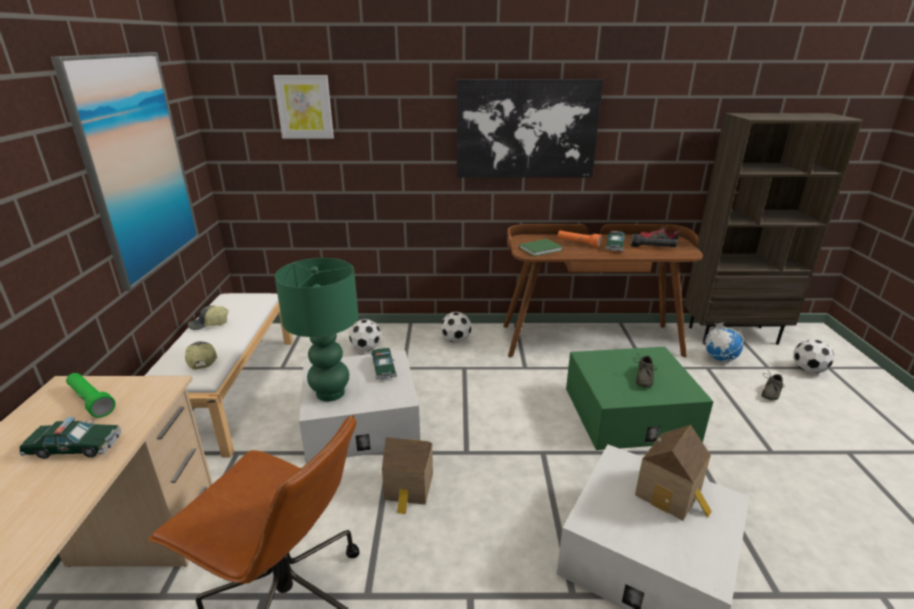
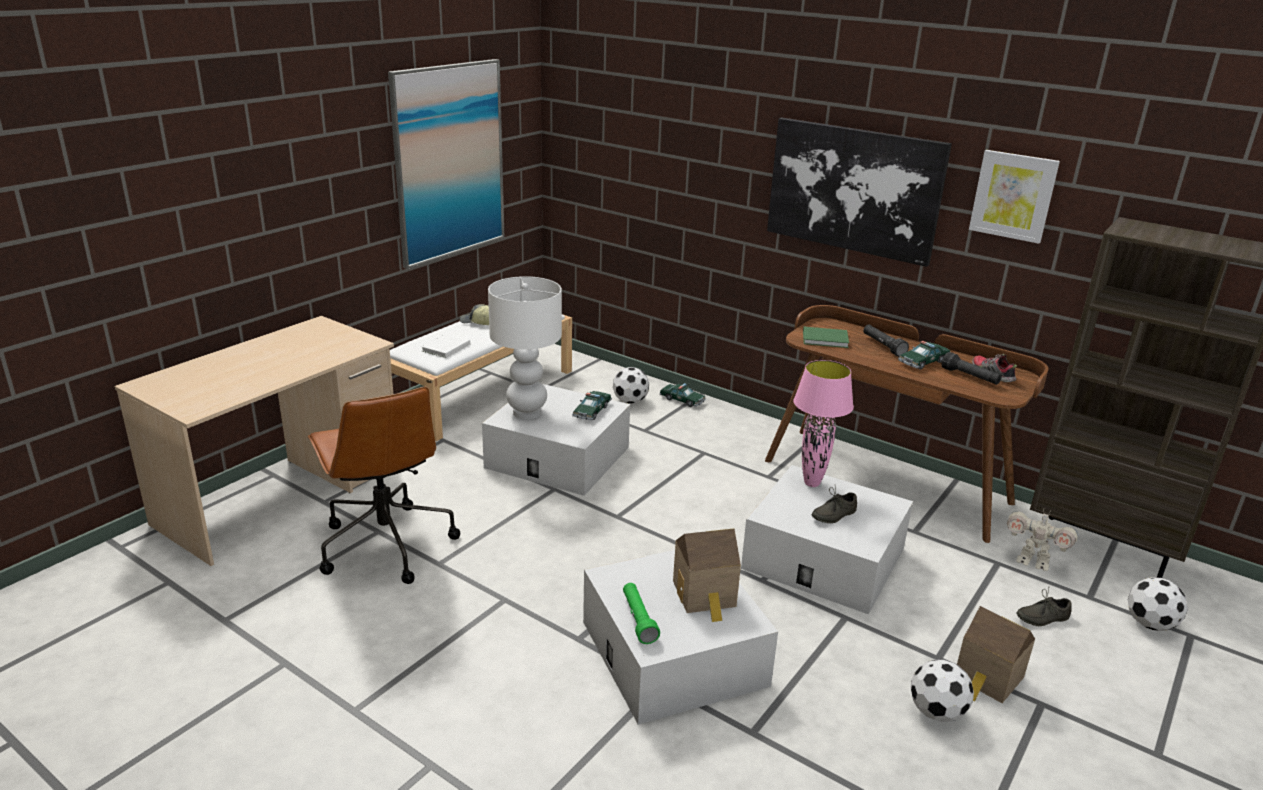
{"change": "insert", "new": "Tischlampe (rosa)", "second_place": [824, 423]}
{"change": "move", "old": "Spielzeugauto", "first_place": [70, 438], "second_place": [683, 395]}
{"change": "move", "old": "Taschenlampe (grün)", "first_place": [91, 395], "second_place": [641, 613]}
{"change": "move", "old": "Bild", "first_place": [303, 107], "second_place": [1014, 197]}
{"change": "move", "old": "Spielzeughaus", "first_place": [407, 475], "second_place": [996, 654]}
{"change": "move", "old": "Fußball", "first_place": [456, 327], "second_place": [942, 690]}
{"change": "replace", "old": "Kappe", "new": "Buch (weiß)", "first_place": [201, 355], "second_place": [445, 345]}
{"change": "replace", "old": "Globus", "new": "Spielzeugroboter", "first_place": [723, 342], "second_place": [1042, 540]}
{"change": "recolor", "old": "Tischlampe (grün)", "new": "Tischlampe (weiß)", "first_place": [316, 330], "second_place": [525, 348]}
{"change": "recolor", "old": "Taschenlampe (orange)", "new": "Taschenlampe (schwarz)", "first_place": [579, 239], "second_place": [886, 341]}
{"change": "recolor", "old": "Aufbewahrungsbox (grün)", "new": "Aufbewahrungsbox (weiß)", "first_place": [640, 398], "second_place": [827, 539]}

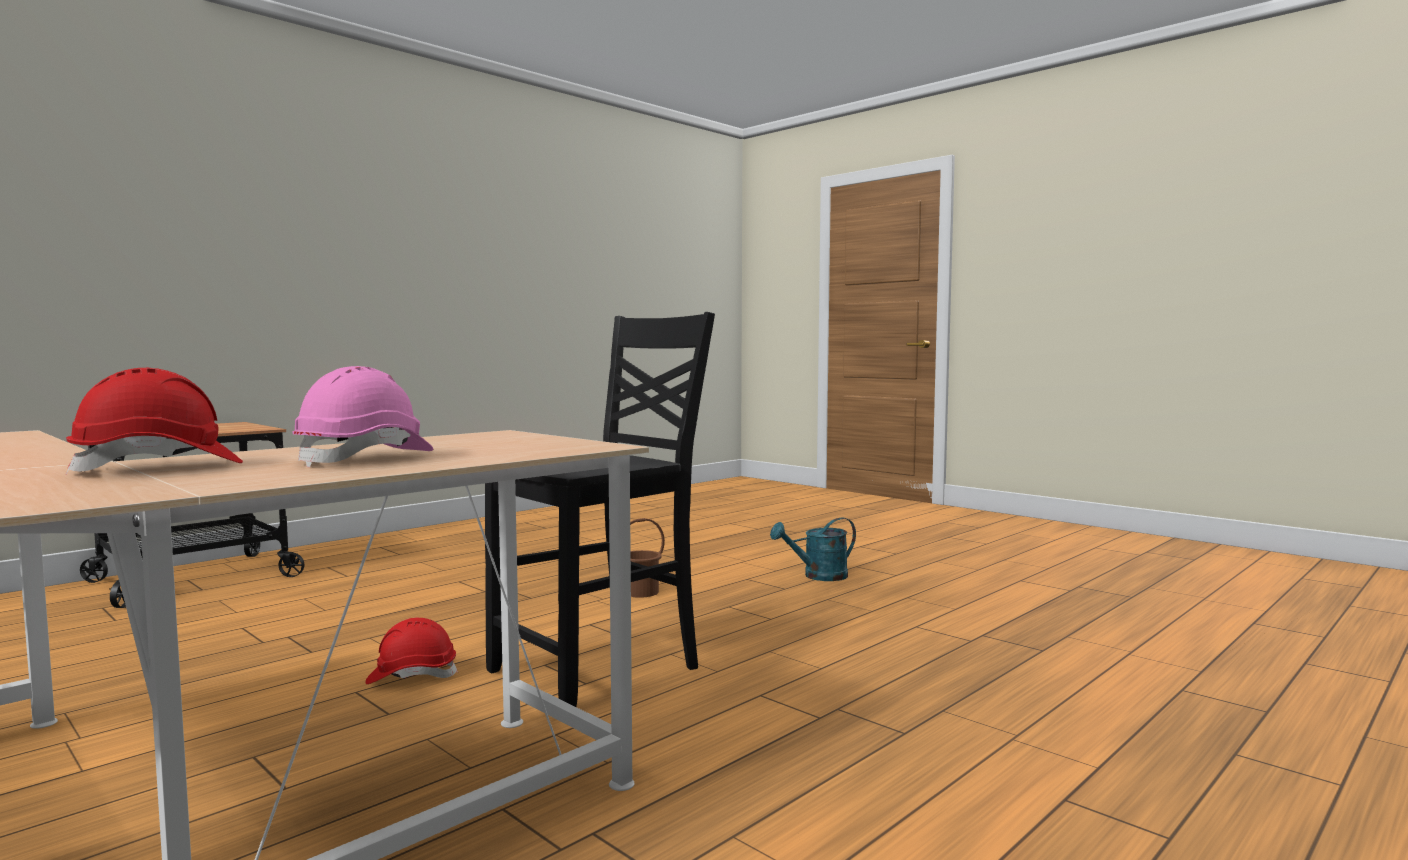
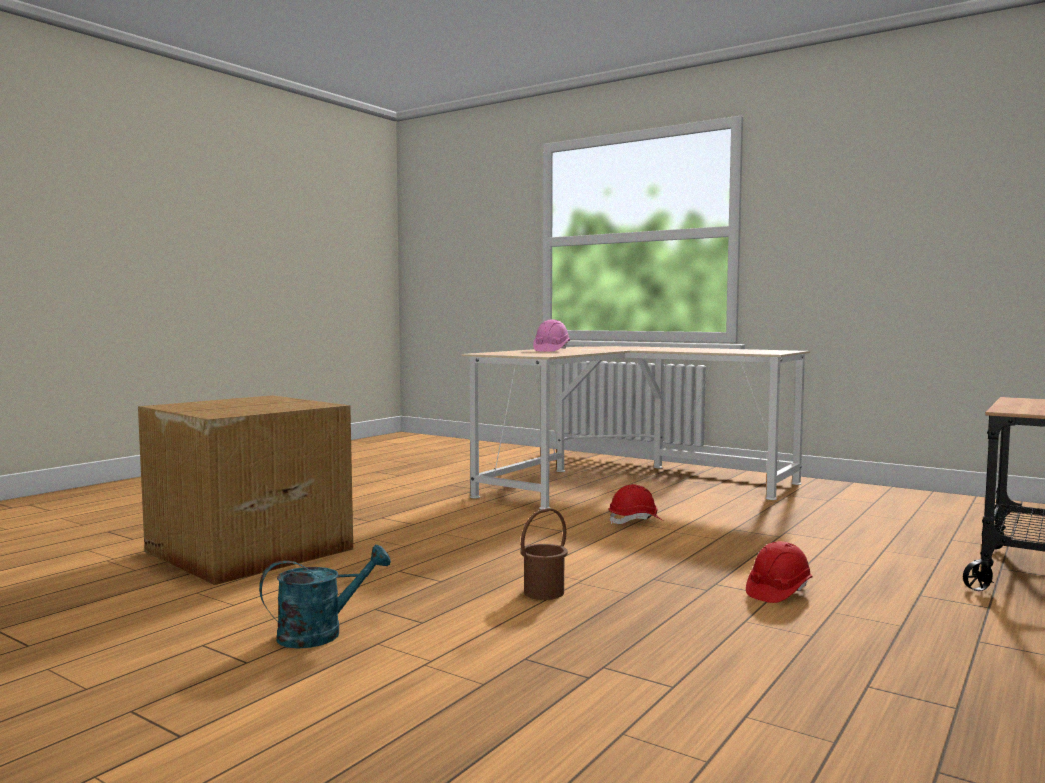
{"change": "delete", "old": "Stuhl (schwarz)", "first_place": [600, 509]}
{"change": "insert", "new": "Karton", "second_place": [245, 490]}
{"change": "move", "old": "Schutzhelm (rot)", "first_place": [154, 421], "second_place": [779, 572]}

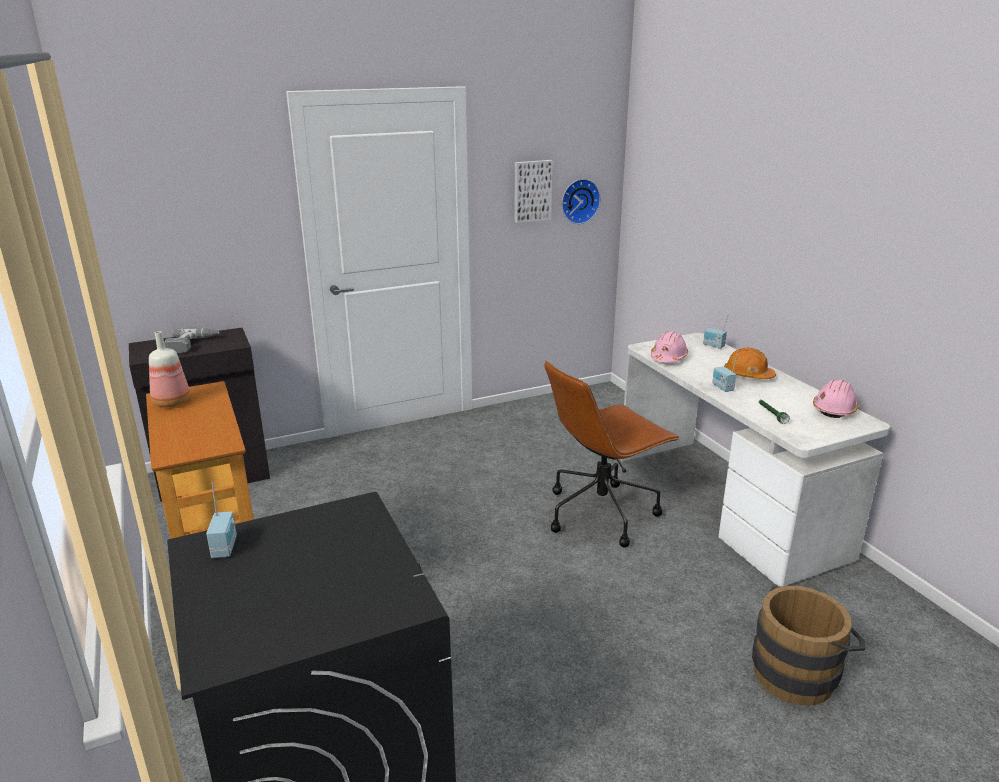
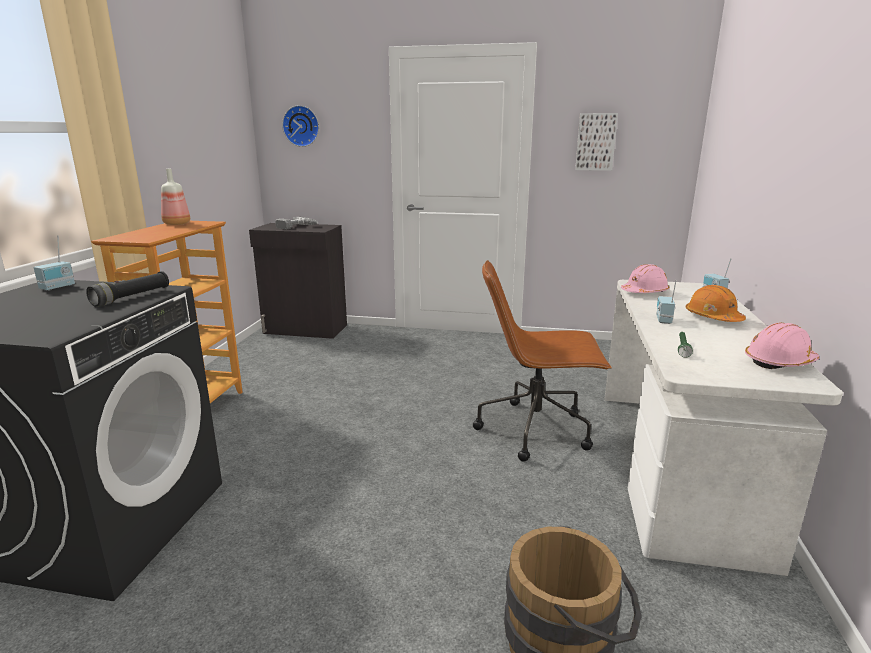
{"change": "insert", "new": "Taschenlampe (schwarz)", "second_place": [127, 288]}
{"change": "move", "old": "Wanduhr", "first_place": [581, 201], "second_place": [300, 126]}

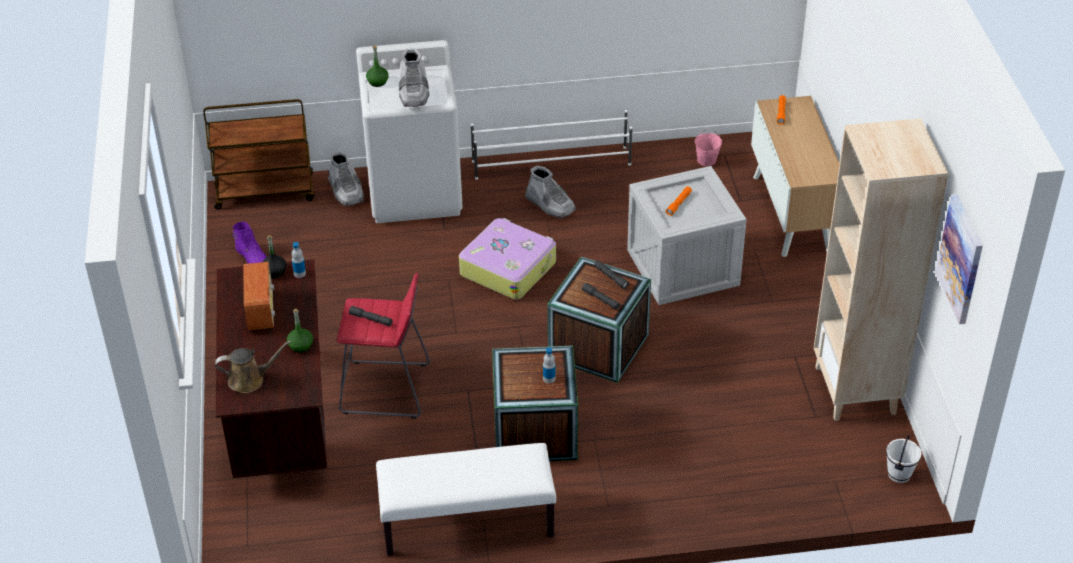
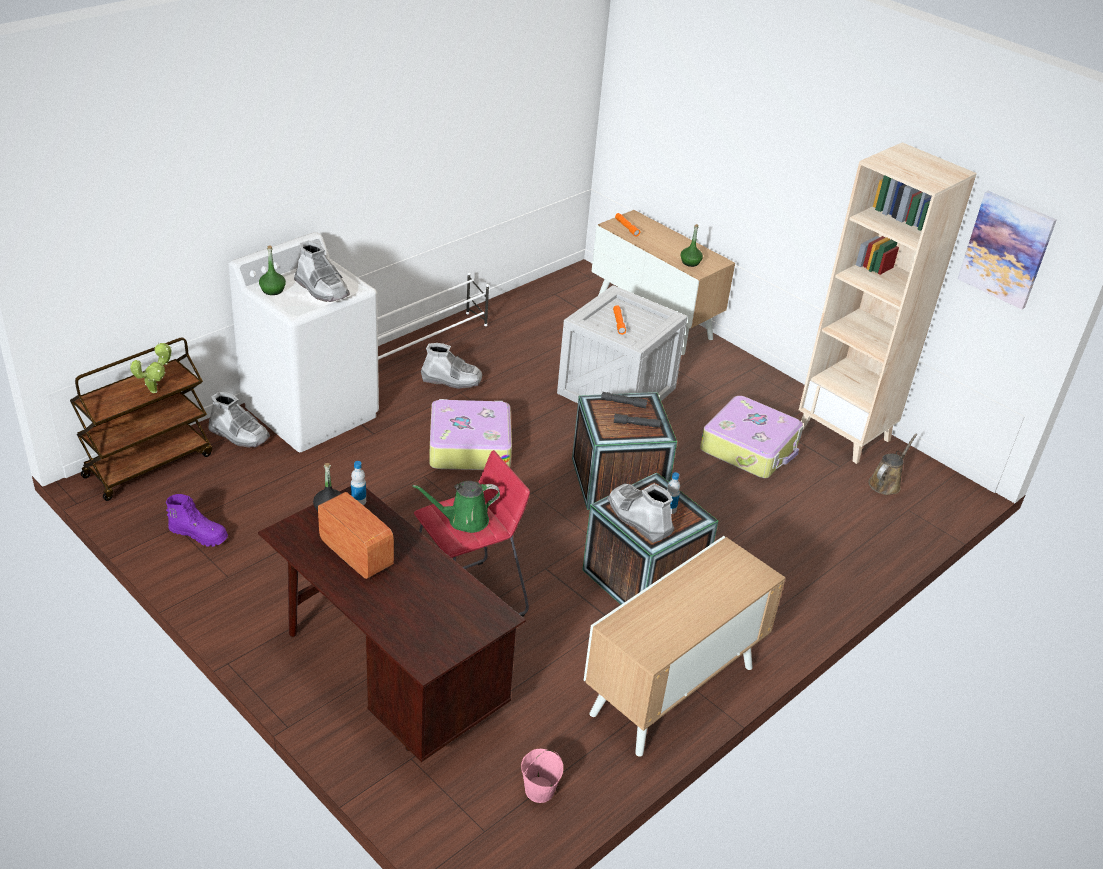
{"change": "delete", "old": "Eimer (weiß)", "first_place": [904, 459]}
{"change": "insert", "new": "Topfpflanze", "second_place": [151, 367]}
{"change": "insert", "new": "Stiefel (grau)", "second_place": [640, 513]}
{"change": "insert", "new": "Koffer", "second_place": [752, 437]}
{"change": "move", "old": "Gießkanne (braun)", "first_place": [253, 367], "second_place": [892, 464]}
{"change": "move", "old": "Flasche (grün)", "first_place": [300, 331], "second_place": [692, 245]}
{"change": "move", "old": "Eimer (rosa)", "first_place": [708, 147], "second_place": [542, 776]}
{"change": "replace", "old": "Taschenlampe (grau)", "new": "Gießkanne (grün)", "first_place": [371, 316], "second_place": [456, 507]}
{"change": "replace", "old": "Bank (weiß)", "new": "Schrank", "first_place": [466, 499], "second_place": [685, 646]}

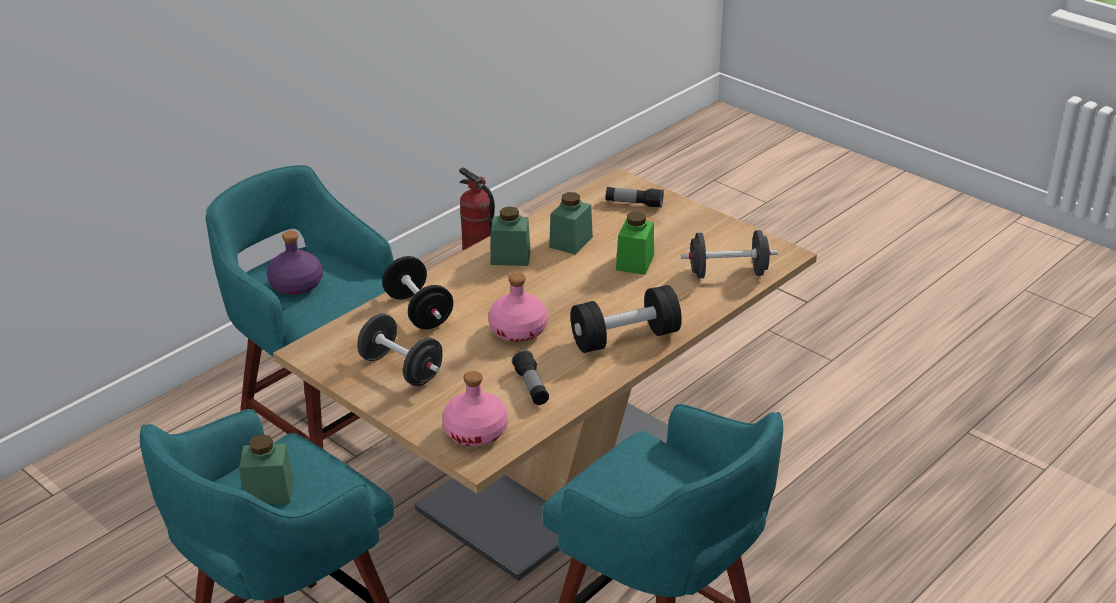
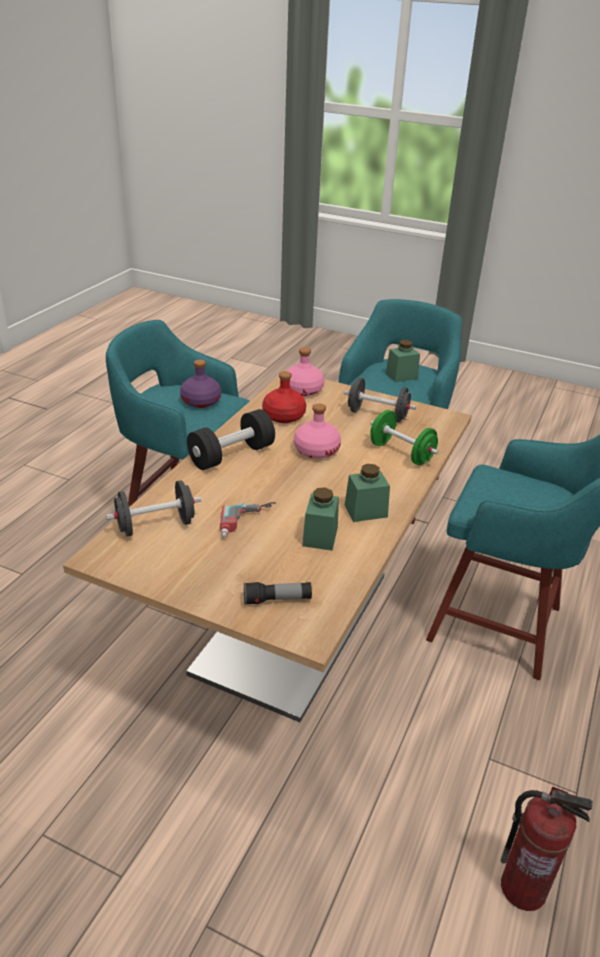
{"change": "move", "old": "Flasche (lila)", "first_place": [295, 262], "second_place": [200, 383]}
{"change": "replace", "old": "Taschenlampe", "new": "Flasche (rot)", "first_place": [530, 377], "second_place": [284, 397]}
{"change": "replace", "old": "Vorratsglas (grün)", "new": "Bohrmaschine", "first_place": [635, 243], "second_place": [248, 520]}
{"change": "recolor", "old": "Hantel (schwarz)", "new": "Hantel (grün)", "first_place": [417, 292], "second_place": [404, 437]}

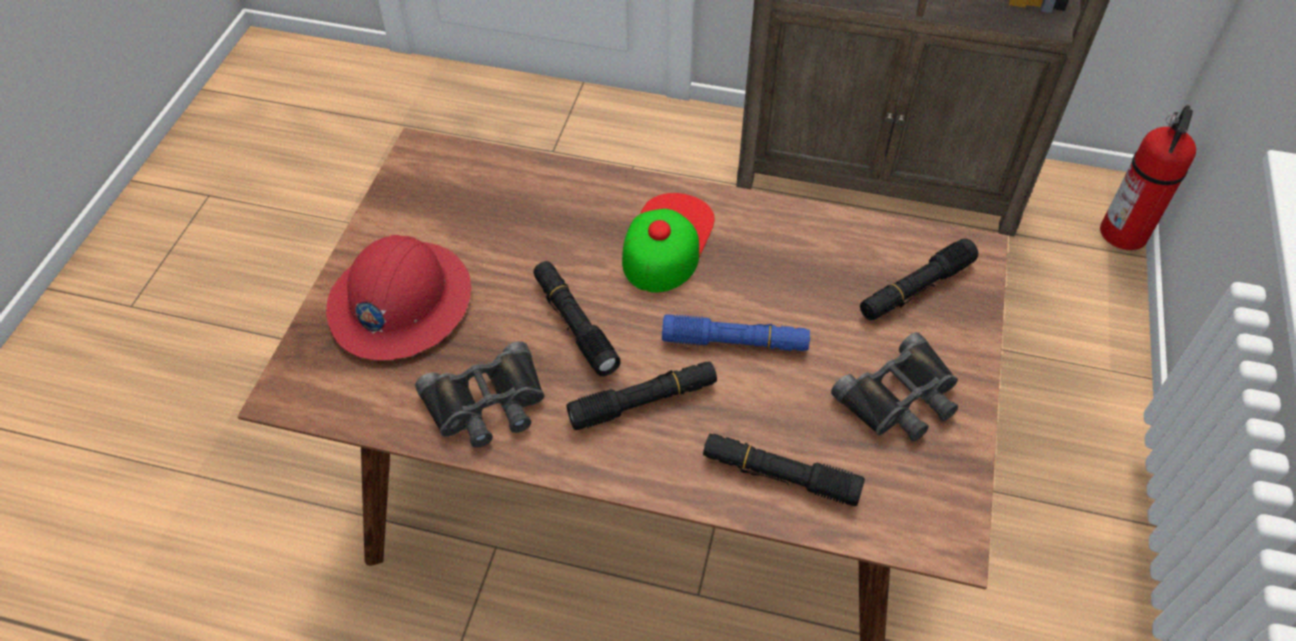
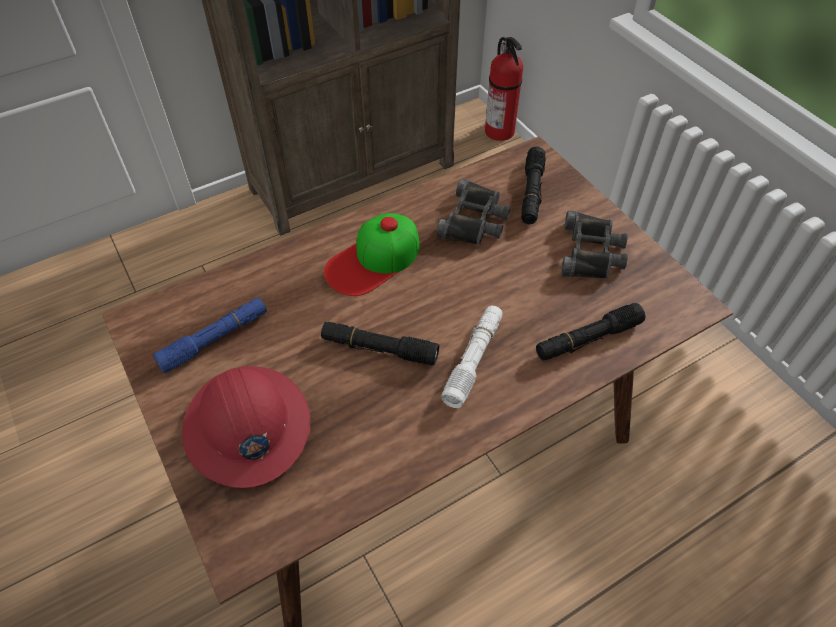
{"change": "move", "old": "Fernglas (schwarz)", "first_place": [479, 394], "second_place": [473, 212]}
{"change": "move", "old": "Taschenlampe (blau)", "first_place": [736, 332], "second_place": [210, 335]}
{"change": "recolor", "old": "Taschenlampe (schwarz)", "new": "Taschenlampe (weiß)", "first_place": [641, 396], "second_place": [472, 356]}
{"change": "rotate", "old": "Kappe", "first_place": [668, 242], "second_place": [372, 254], "degrees": -105}

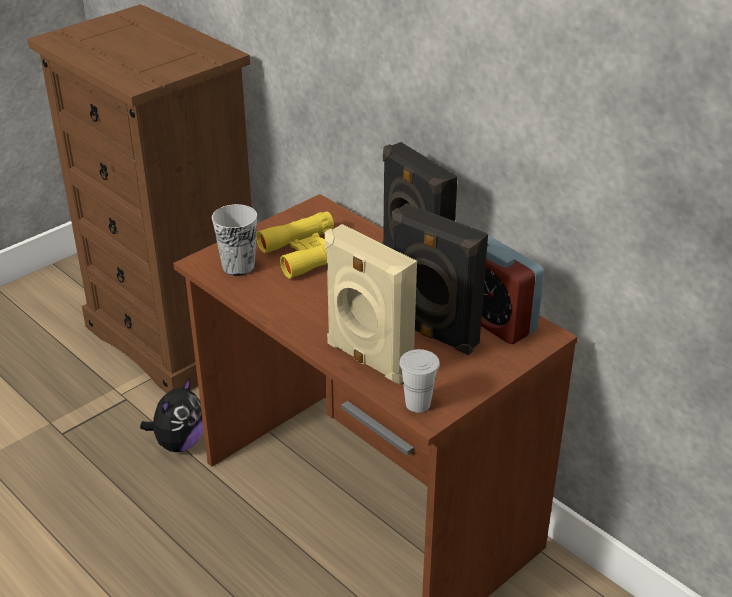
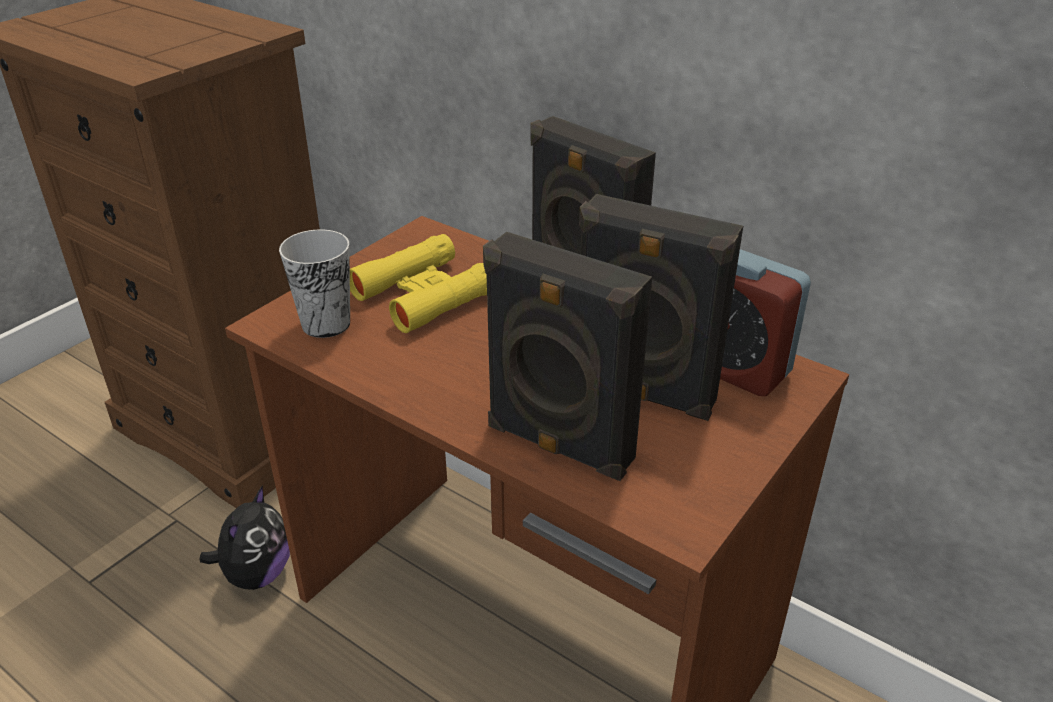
{"change": "delete", "old": "Tasse (weiß)", "first_place": [419, 380]}
{"change": "recolor", "old": "Lautsprecher (beige)", "new": "Lautsprecher (schwarz)", "first_place": [371, 304], "second_place": [567, 356]}

